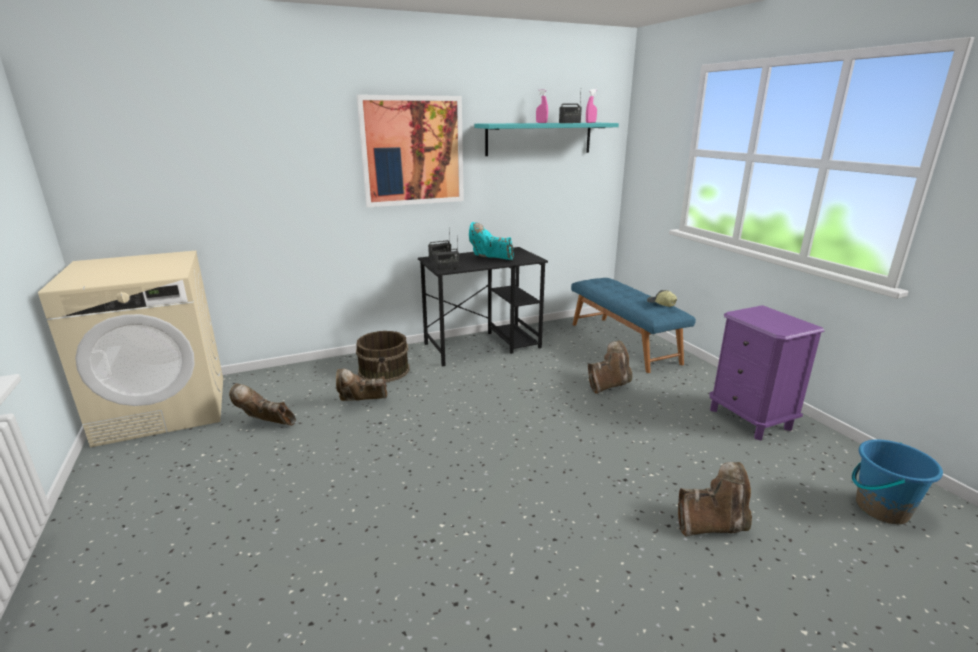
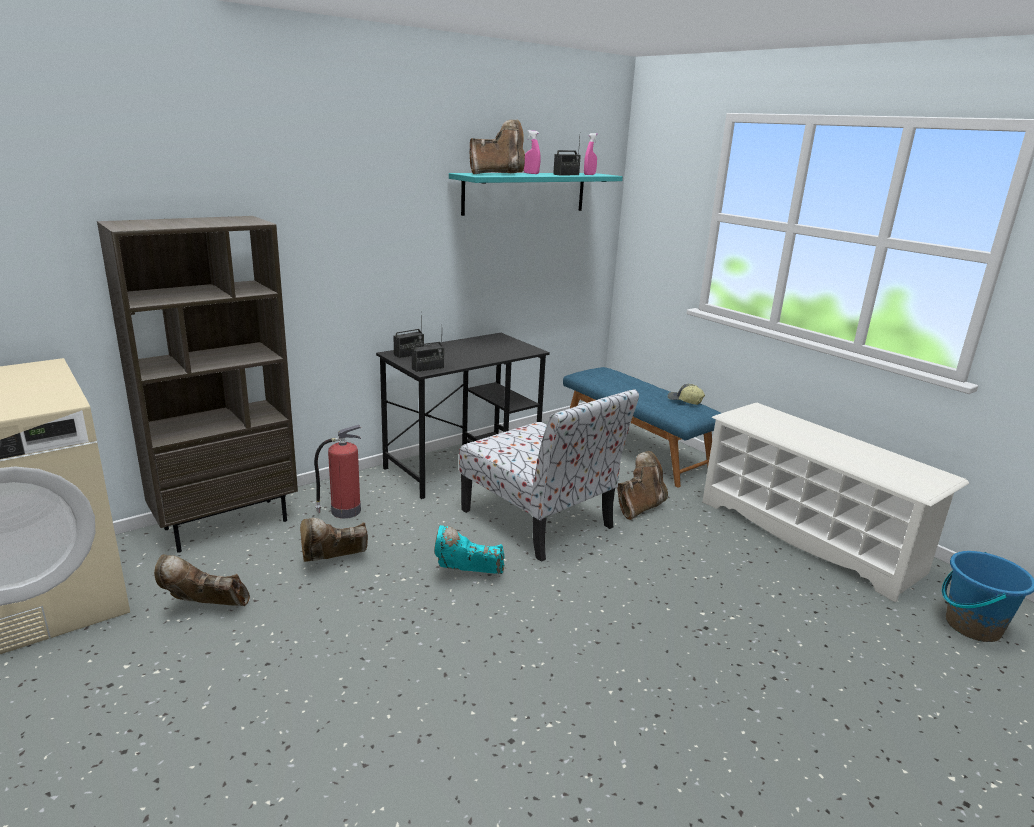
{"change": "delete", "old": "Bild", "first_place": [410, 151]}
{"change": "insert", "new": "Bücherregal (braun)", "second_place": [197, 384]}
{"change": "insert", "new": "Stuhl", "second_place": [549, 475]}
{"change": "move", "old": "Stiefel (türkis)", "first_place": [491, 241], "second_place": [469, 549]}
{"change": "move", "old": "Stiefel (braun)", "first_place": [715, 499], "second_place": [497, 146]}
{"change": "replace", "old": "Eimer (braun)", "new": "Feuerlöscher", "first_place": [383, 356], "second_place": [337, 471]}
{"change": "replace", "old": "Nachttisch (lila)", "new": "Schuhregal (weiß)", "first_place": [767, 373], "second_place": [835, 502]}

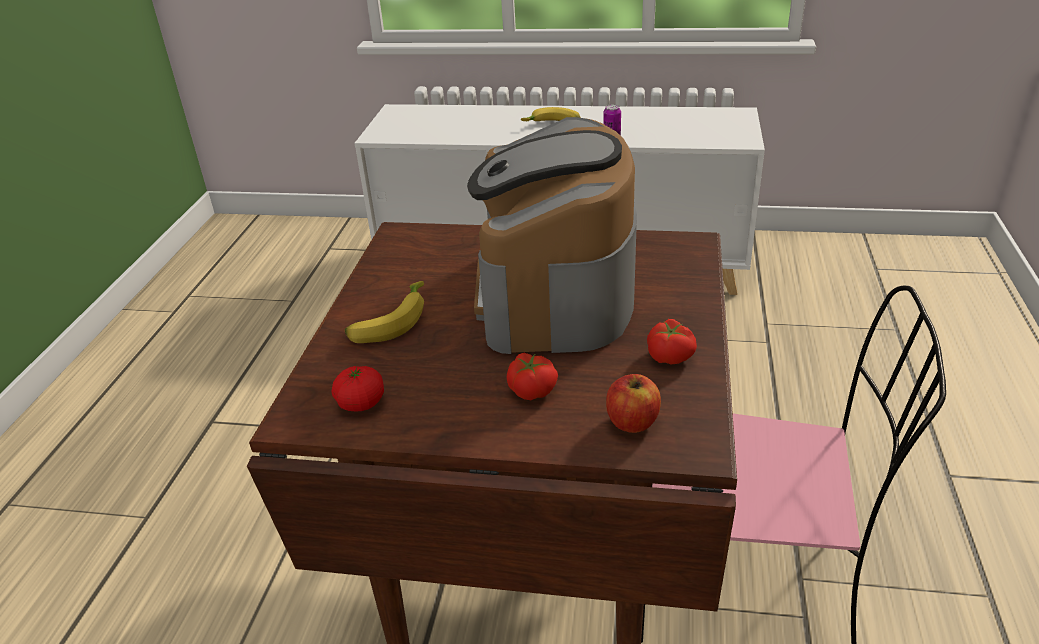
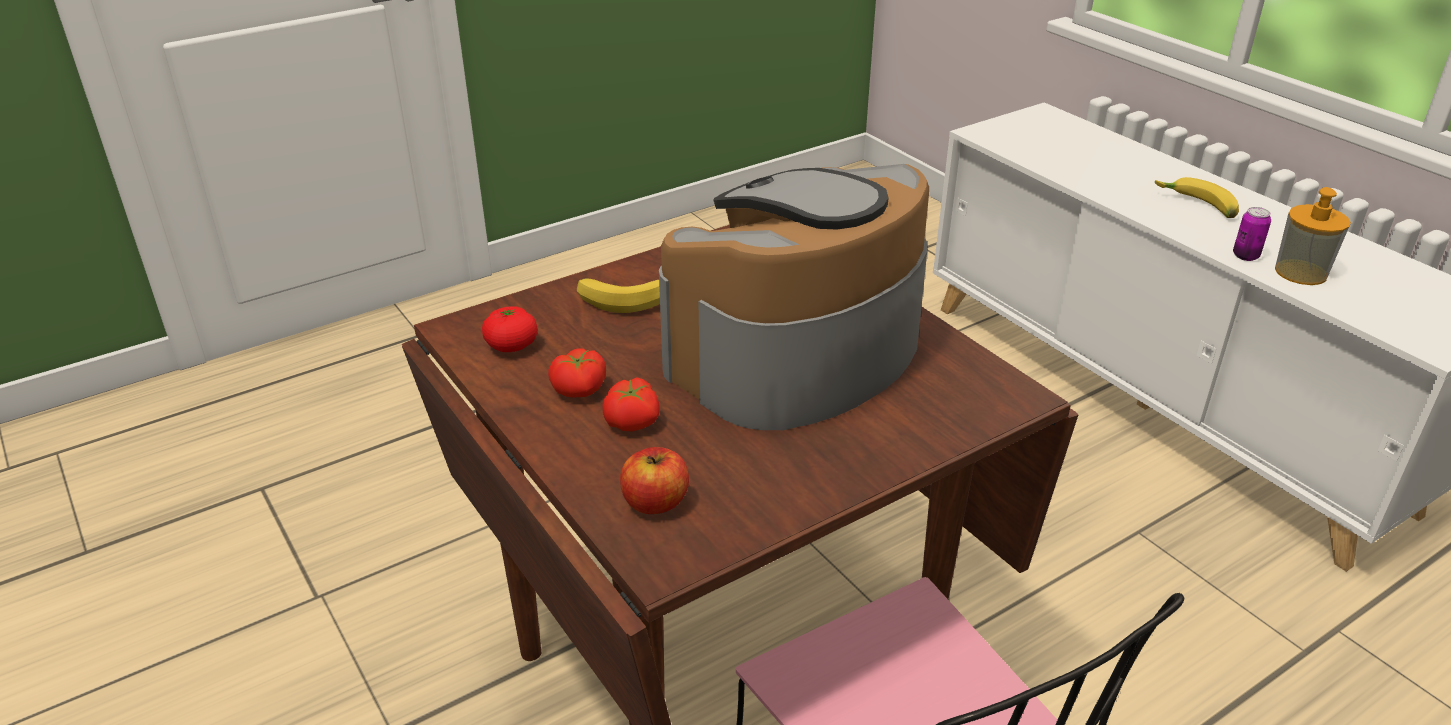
{"change": "insert", "new": "Seifenspender", "second_place": [1313, 236]}
{"change": "move", "old": "Tomate", "first_place": [672, 341], "second_place": [577, 373]}

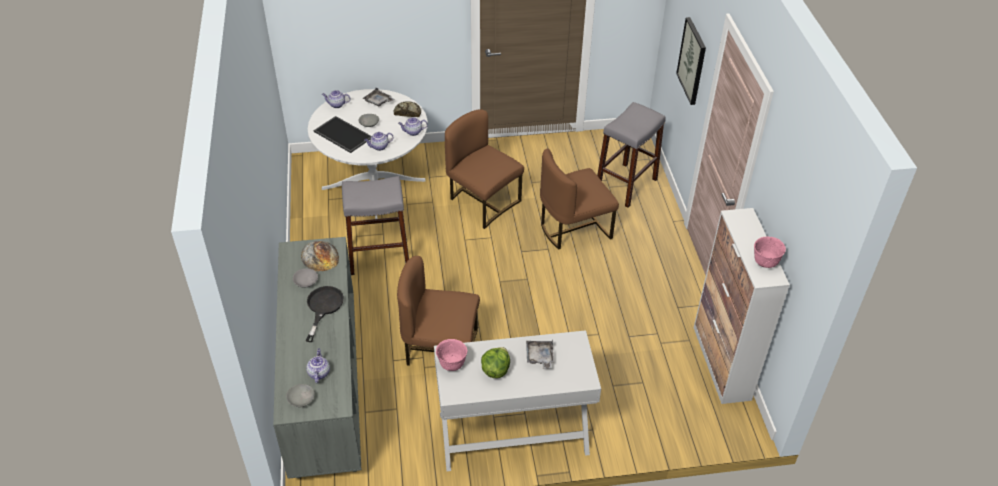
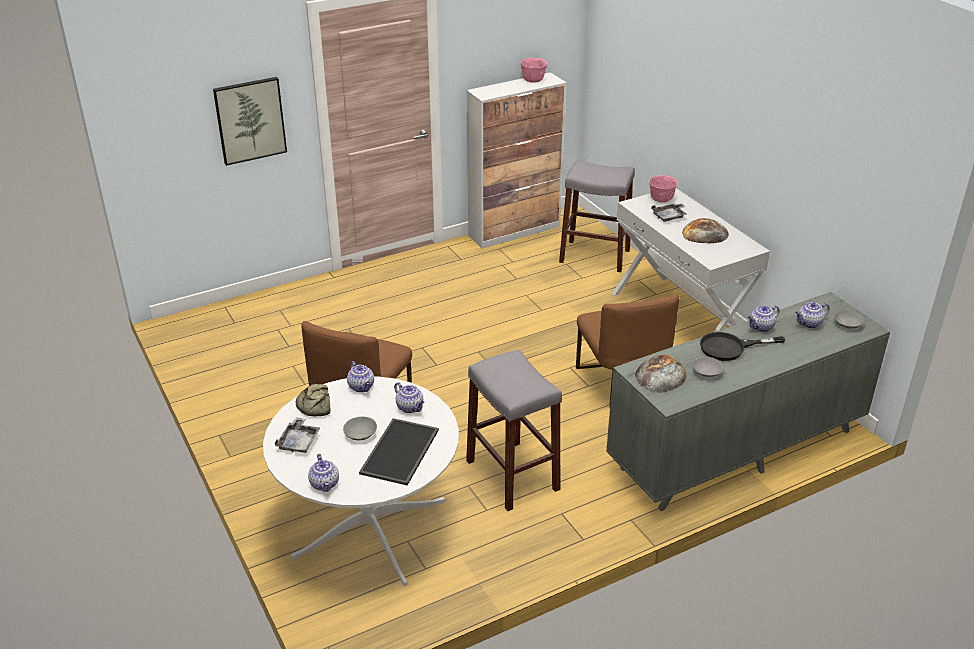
{"change": "delete", "old": "Stuhl (braun)", "first_place": [579, 199]}
{"change": "insert", "new": "Teekanne", "second_place": [763, 318]}
{"change": "move", "old": "Schüssel (rosa)", "first_place": [451, 355], "second_place": [663, 189]}
{"change": "move", "old": "Hocker (grau)", "first_place": [631, 155], "second_place": [597, 216]}
{"change": "replace", "old": "Salatkopf", "new": "Brot", "first_place": [495, 362], "second_place": [705, 230]}

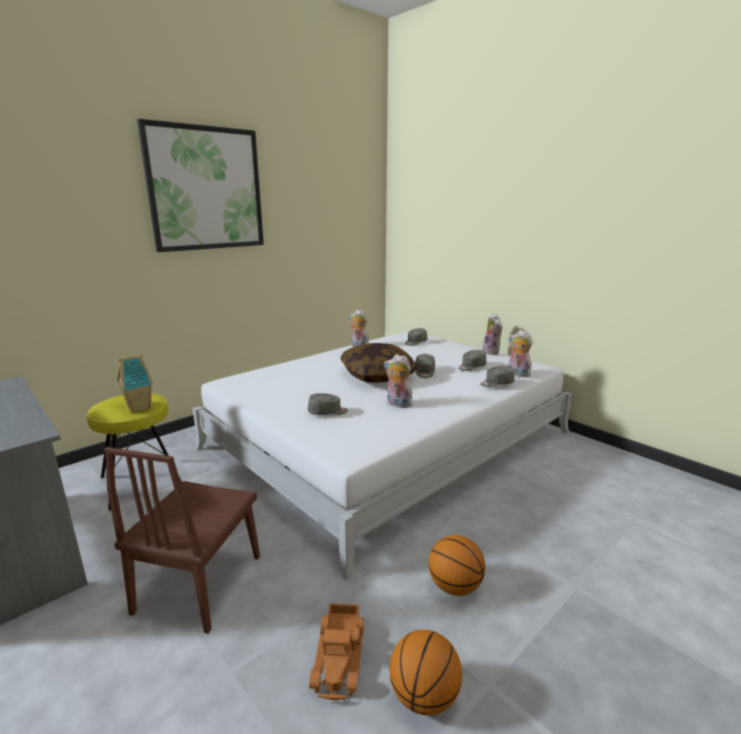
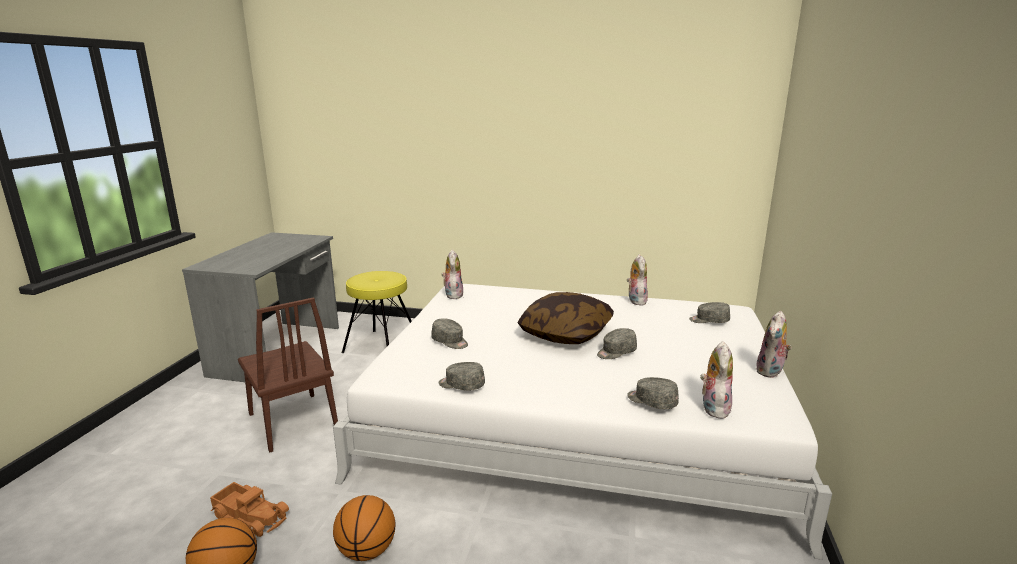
{"change": "delete", "old": "Spielzeughaus", "first_place": [135, 383]}
{"change": "delete", "old": "Bild", "first_place": [200, 185]}
{"change": "move", "old": "Plüschtier", "first_place": [398, 381], "second_place": [452, 274]}
{"change": "move", "old": "Kappe (grau)", "first_place": [472, 360], "second_place": [462, 376]}
{"change": "rotate", "old": "Stuhl (braun)", "first_place": [182, 540], "second_place": [288, 374], "degrees": -105}
{"change": "rotate", "old": "Spielzeuglaster", "first_place": [336, 651], "second_place": [249, 509], "degrees": -120}

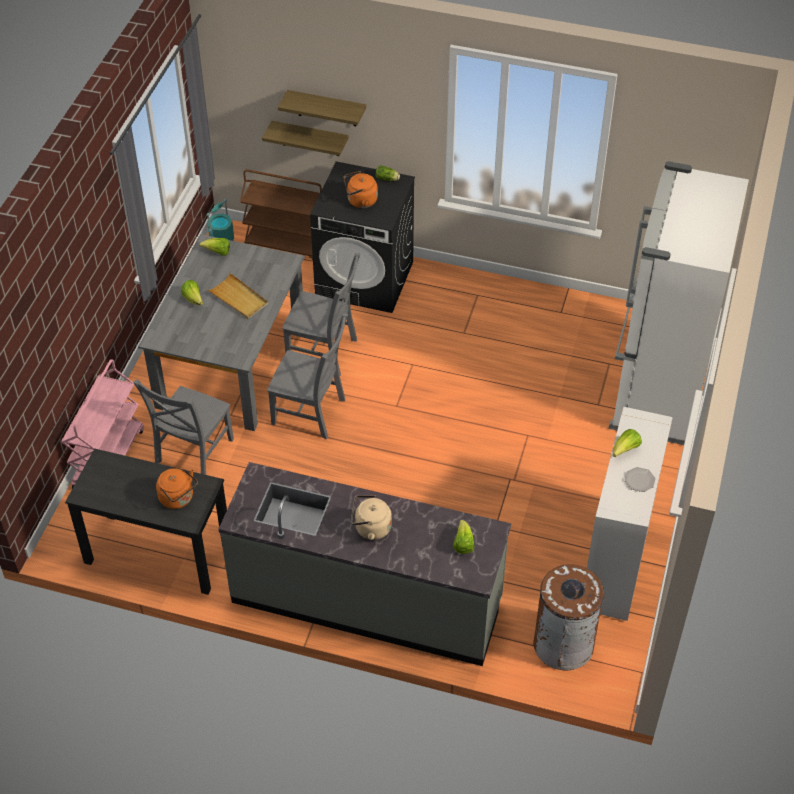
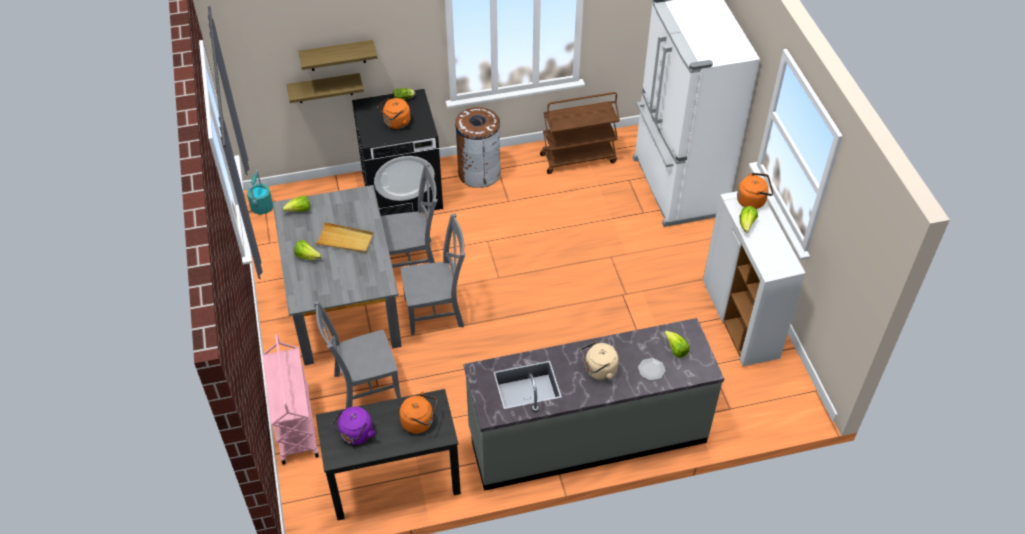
{"change": "insert", "new": "Wasserkessel (lila)", "second_place": [353, 426]}
{"change": "insert", "new": "Wasserkessel (orange)", "second_place": [755, 191]}
{"change": "move", "old": "Rollwagen (braun)", "first_place": [281, 214], "second_place": [580, 133]}
{"change": "move", "old": "Mülleimer (braun)", "first_place": [569, 617], "second_place": [478, 147]}
{"change": "move", "old": "Teller", "first_place": [640, 479], "second_place": [652, 369]}
{"change": "rotate", "old": "Stuhl (grau)", "first_place": [183, 427], "second_place": [357, 355], "degrees": 75}

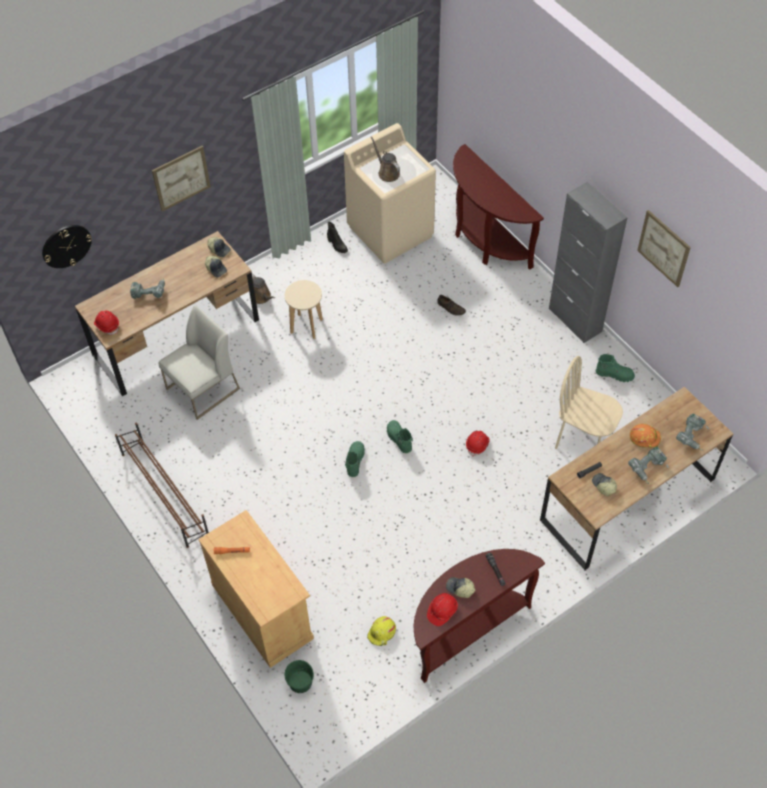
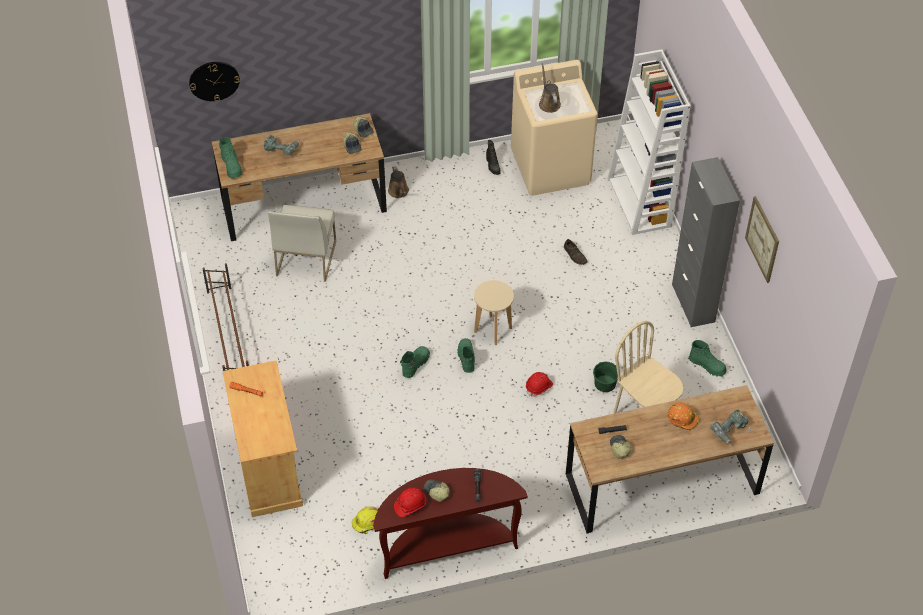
{"change": "delete", "old": "Bild", "first_place": [181, 179]}
{"change": "delete", "old": "Bohrmaschine", "first_place": [648, 465]}
{"change": "move", "old": "Hocker (beige)", "first_place": [304, 309], "second_place": [494, 312]}
{"change": "move", "old": "Eimer (grün)", "first_place": [299, 676], "second_place": [605, 377]}
{"change": "replace", "old": "Schutzhelm (rot)", "new": "Stiefel (grün)", "first_place": [106, 322], "second_place": [230, 157]}
{"change": "replace", "old": "Konsolentisch (braun)", "new": "Bücherregal (weiß)", "first_place": [498, 207], "second_place": [649, 142]}
{"change": "rotate", "old": "Stuhl (weiß)", "first_place": [199, 362], "second_place": [302, 243], "degrees": 120}

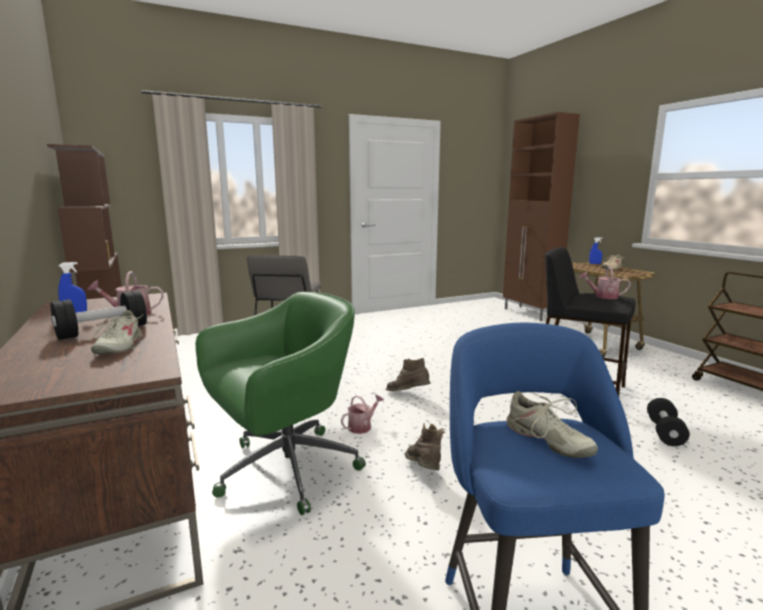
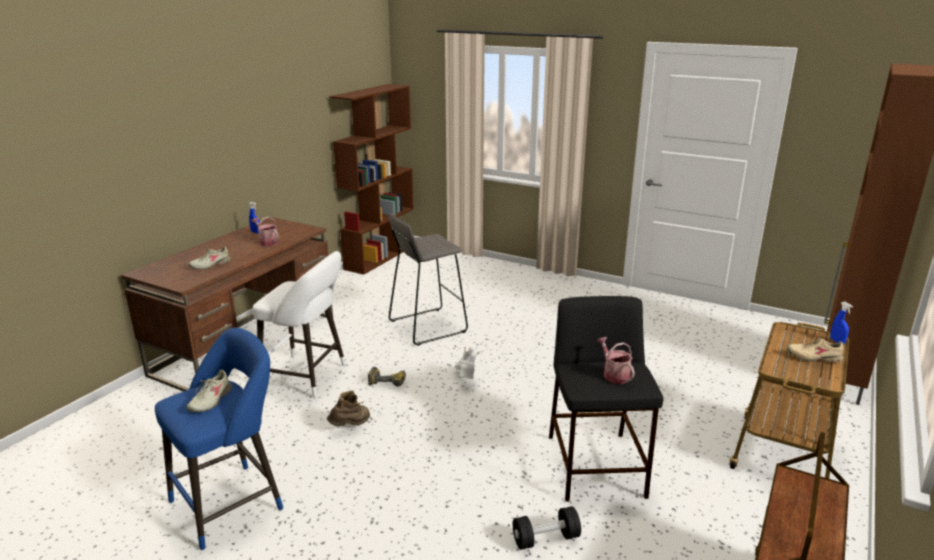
{"change": "delete", "old": "Hantel (schwarz)", "first_place": [98, 315]}
{"change": "replace", "old": "Bürostuhl (grün)", "new": "Hocker (weiß)", "first_place": [280, 403], "second_place": [299, 324]}
{"change": "replace", "old": "Gießkanne", "new": "Bohrmaschine", "first_place": [362, 414], "second_place": [387, 376]}
{"change": "recolor", "old": "Stiefel (braun)", "new": "Stiefel (weiß)", "first_place": [408, 374], "second_place": [466, 363]}

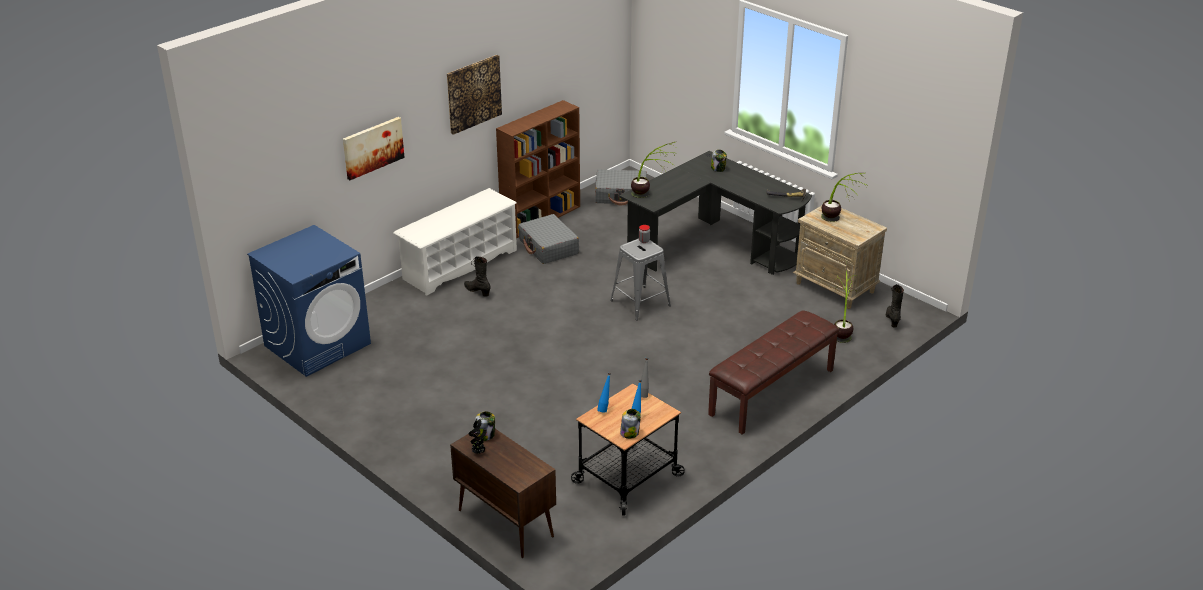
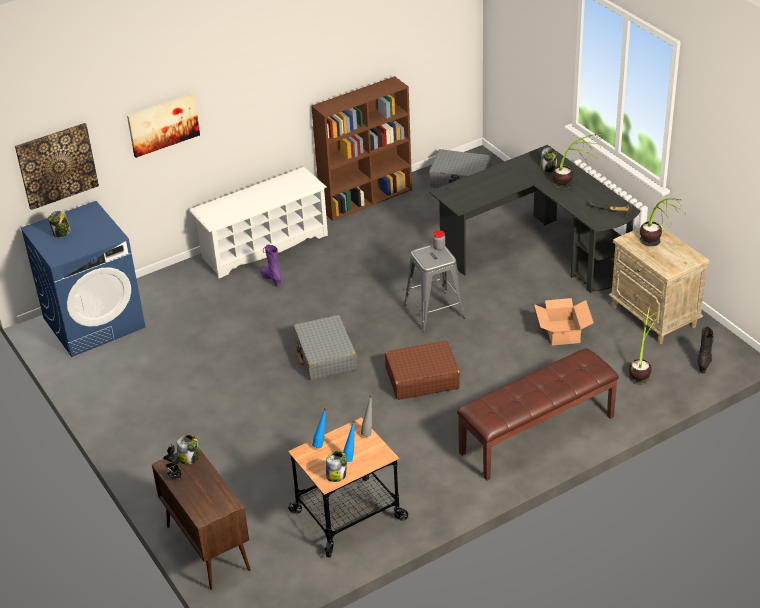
{"change": "insert", "new": "Vorratsglas", "second_place": [60, 224]}
{"change": "insert", "new": "Koffer (braun)", "second_place": [422, 370]}
{"change": "insert", "new": "Karton", "second_place": [564, 322]}
{"change": "move", "old": "Bild", "first_place": [474, 95], "second_place": [57, 166]}
{"change": "move", "old": "Koffer (grau)", "first_place": [548, 239], "second_place": [325, 347]}
{"change": "move", "old": "Topfpflanze", "first_place": [653, 170], "second_place": [577, 161]}
{"change": "recolor", "old": "Stiefel (schwarz)", "new": "Stiefel (lila)", "first_place": [477, 276], "second_place": [271, 265]}

